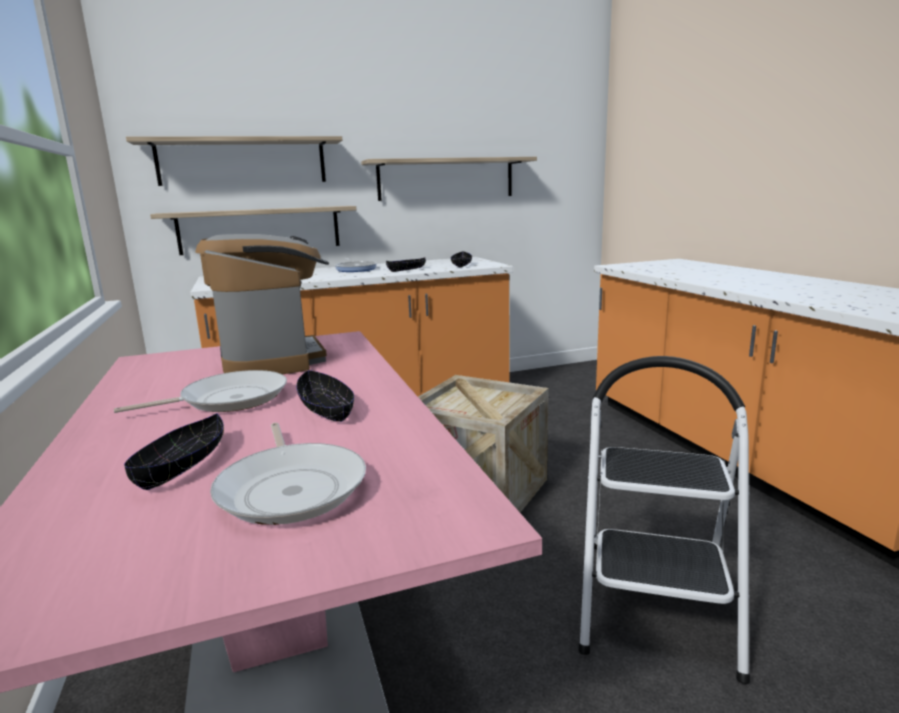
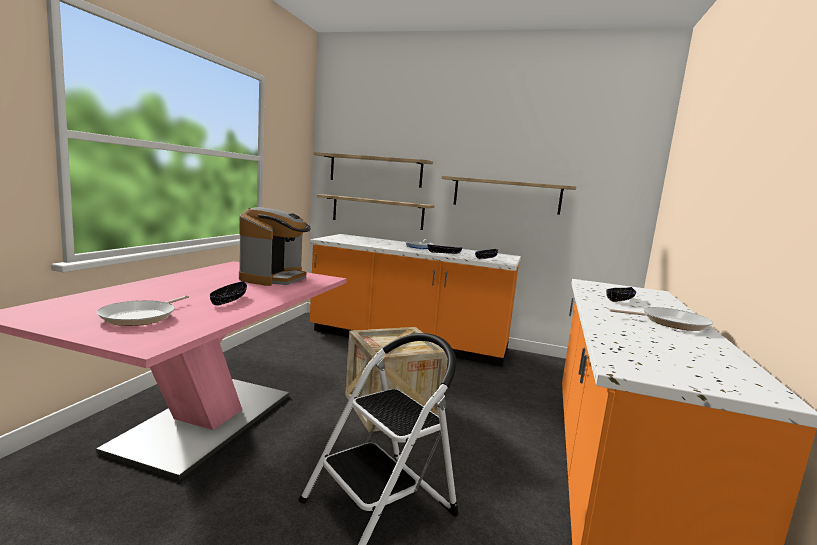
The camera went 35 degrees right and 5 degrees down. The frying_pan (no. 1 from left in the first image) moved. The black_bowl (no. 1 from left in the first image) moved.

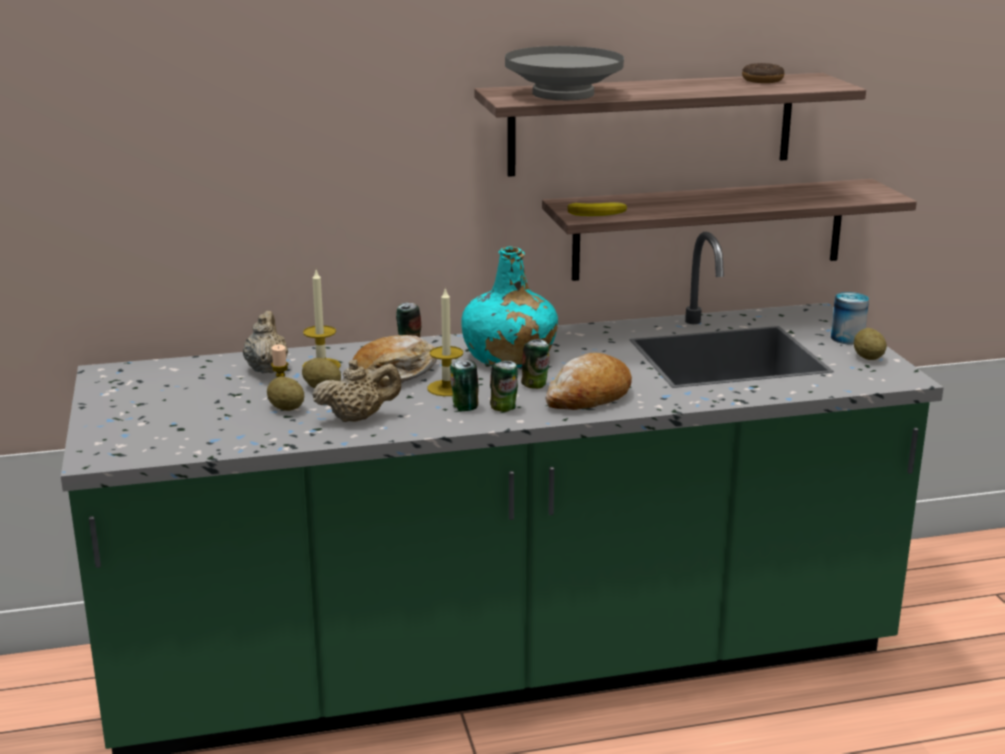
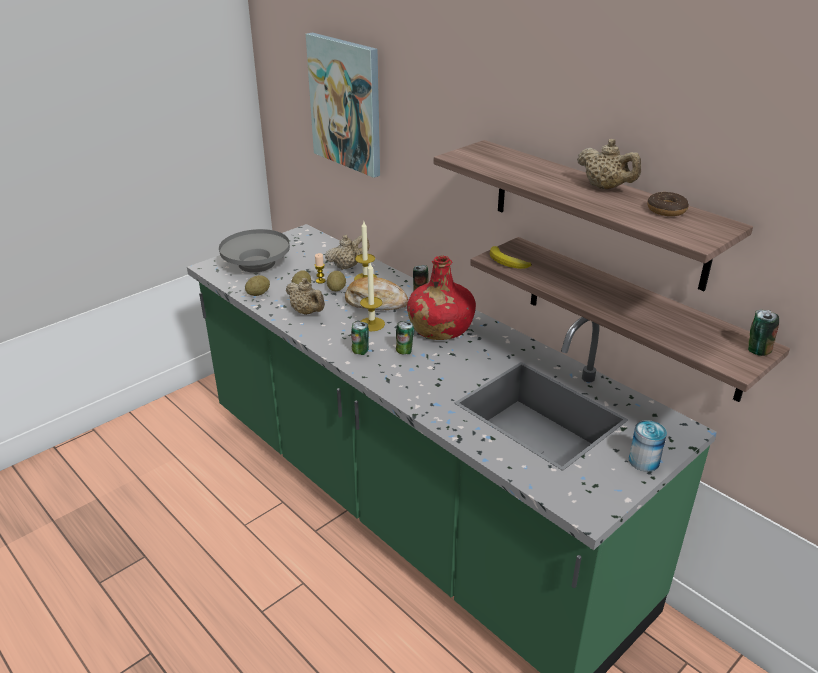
The camera went 60 degrees right and 10 degrees up. The grey_bowl moved. The turquoise_beverage_bottle became the red_beverage_bottle. The spud (no. 3 from left in the first image) moved. The baked_bread (no. 2 from left) disappeared. The can (no. 2 from left in the first image) moved. The wall_picture appeared. The beige_pot_for_tea (no. 3 from left) appeared.

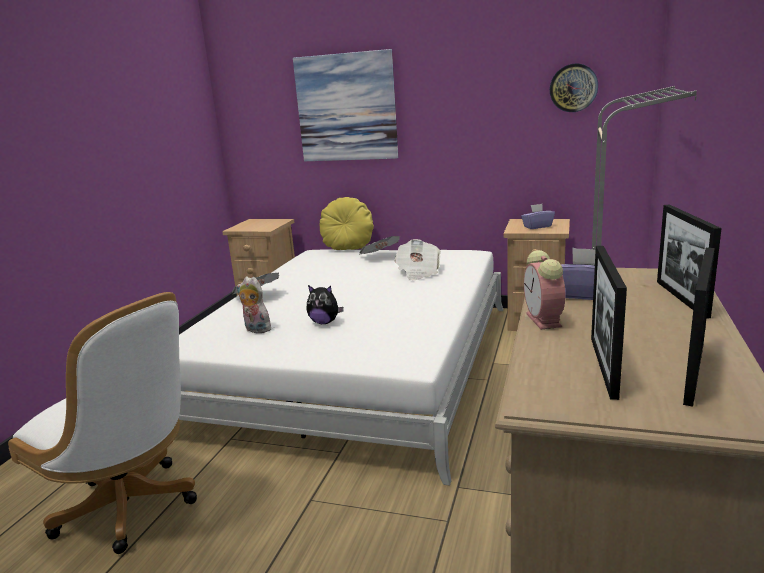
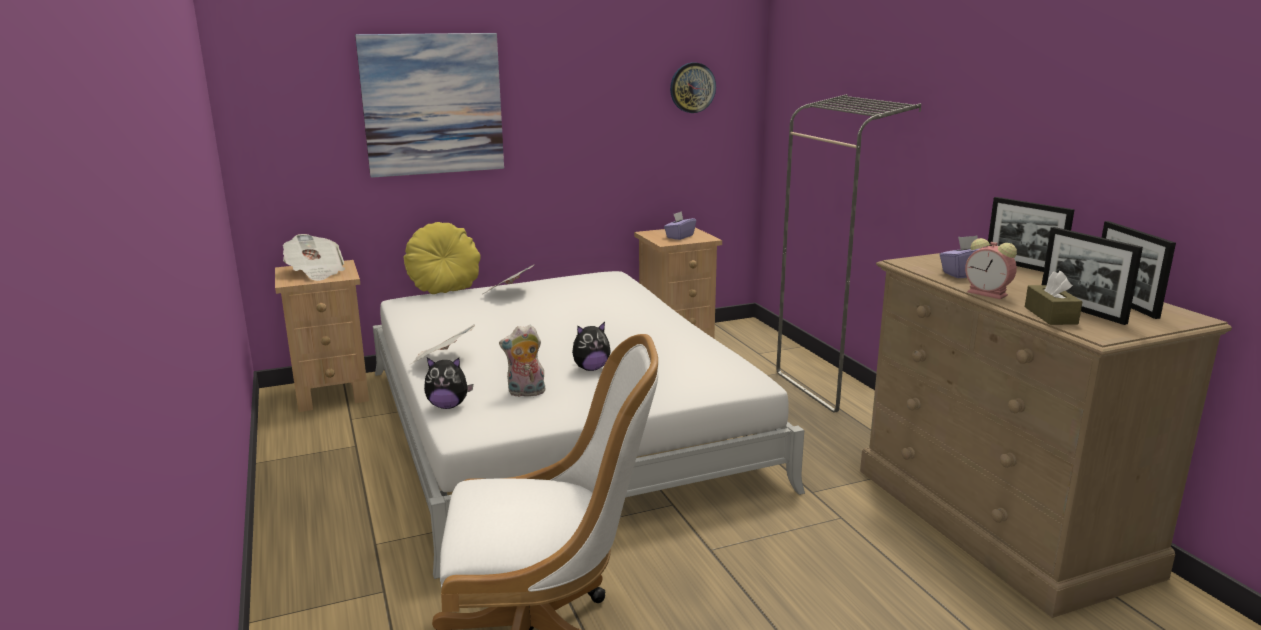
The camera went 40 degrees left and 0 degrees up. The printed_paper (no. 3 from left in the first image) moved. The brownish_box_of_tissues appeared. The cuddly_toy (no. 1 from left) appeared.

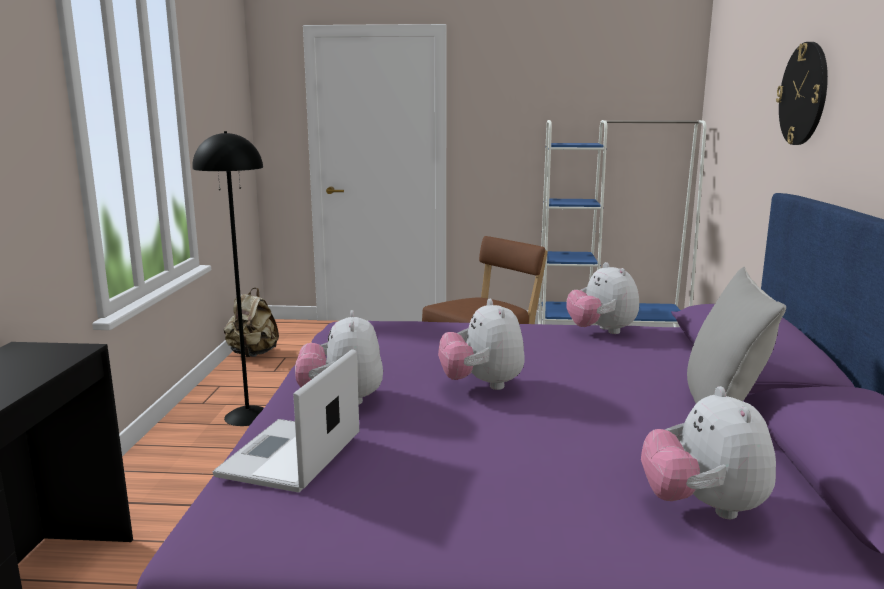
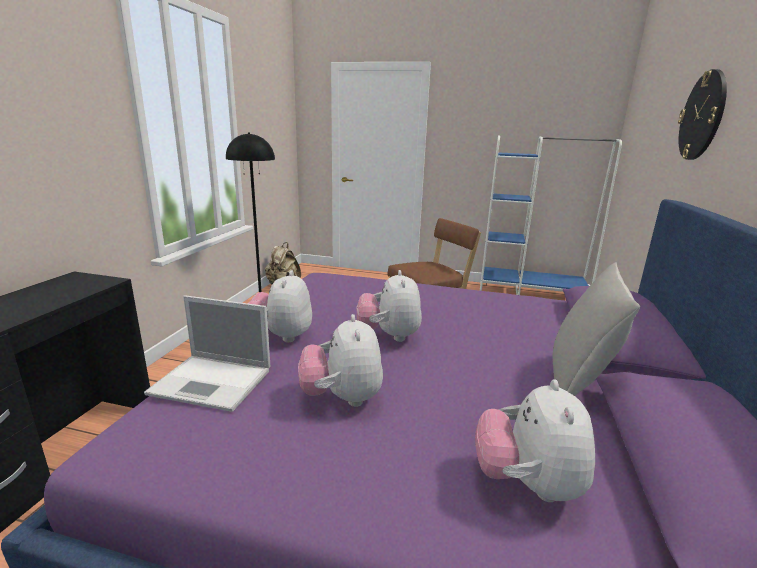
The camera went 10 degrees right and 5 degrees up. The cuddly_toy (no. 3 from left in the first image) moved. The notebook_computer turned 105 degrees counterclockwise.

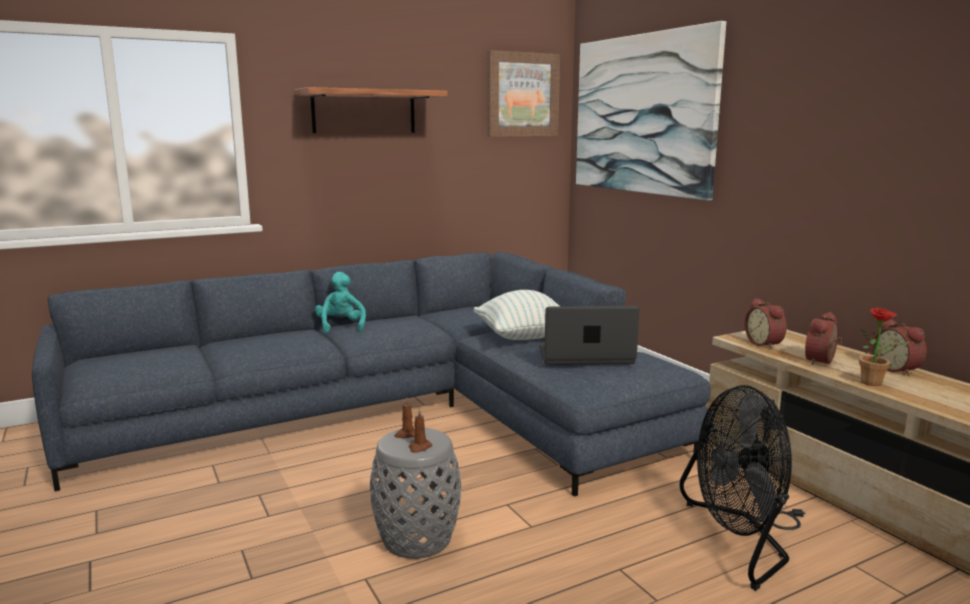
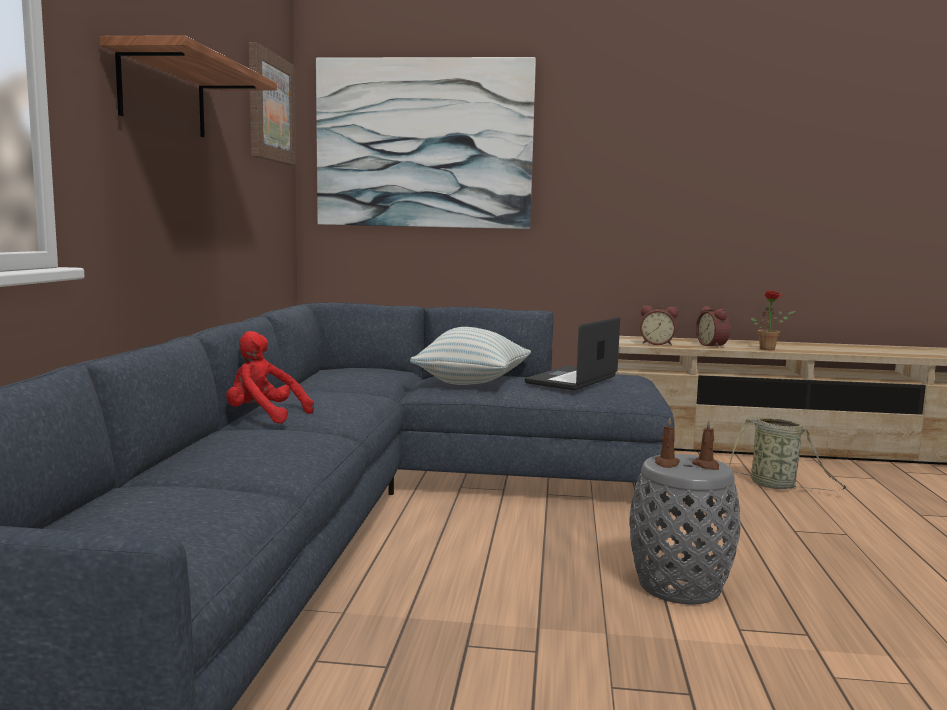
The camera went 55 degrees left and 5 degrees down. The turquoise_cuddly_toy became the red_cuddly_toy. The bedside_clock (no. 3 from left) disappeared. The black_electric_fan was replaced by the storage_basket.

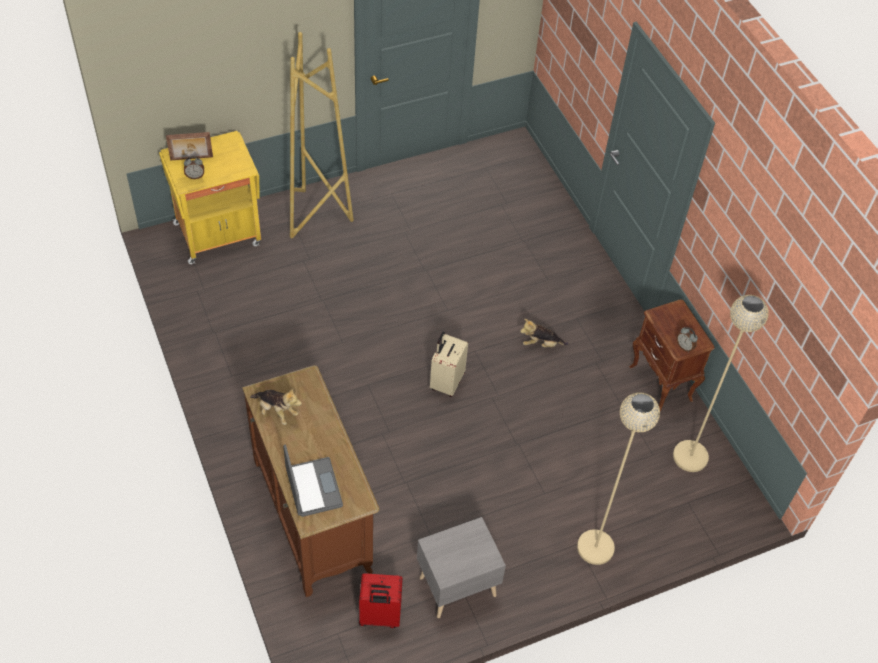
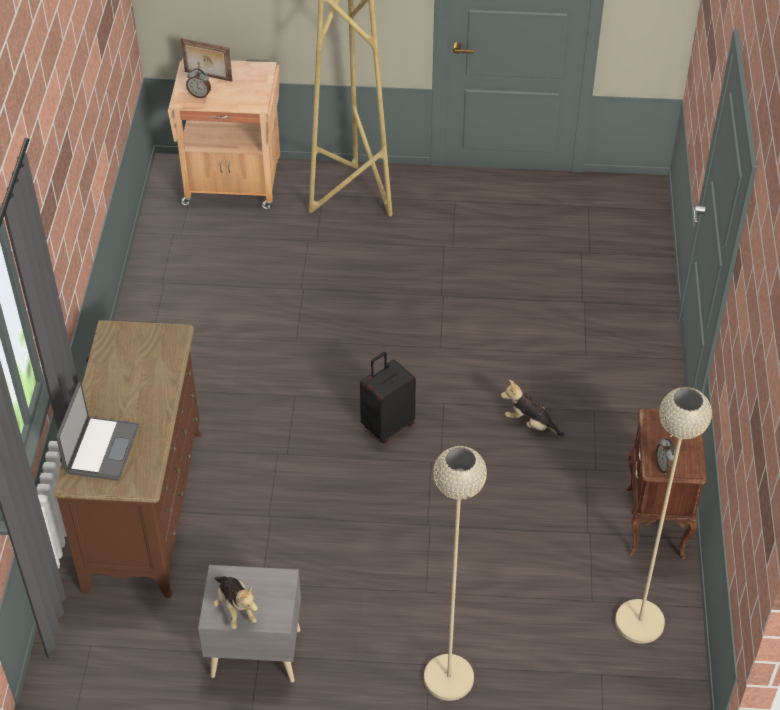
The camera went 30 degrees right and 5 degrees down. The yellowish_wheeled_cart became the brownish_wheeled_cart. The beige_travel_case became the black_travel_case. The cuddly_toy (no. 1 from left) moved. The red_travel_case disappeared.

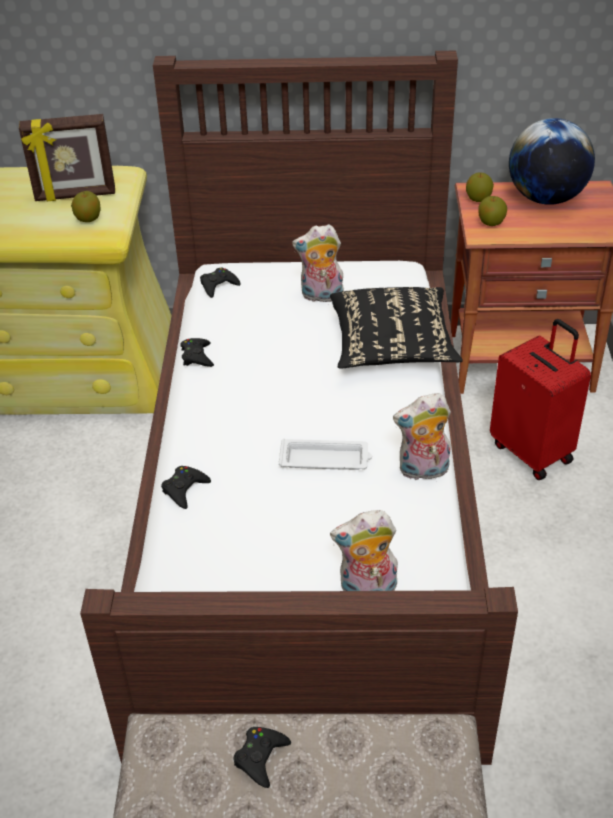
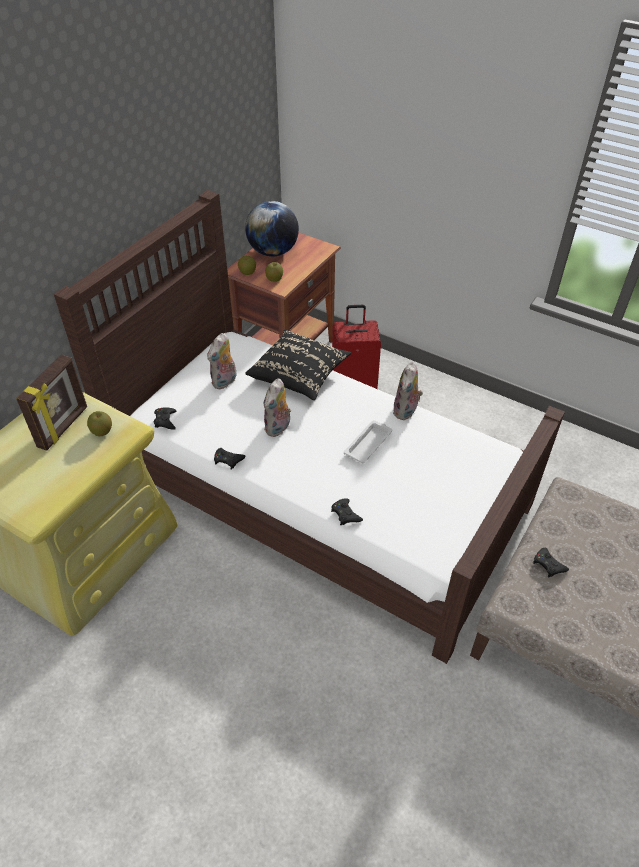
The camera went 60 degrees left and 5 degrees up. The cuddly_toy (no. 2 from left) moved.

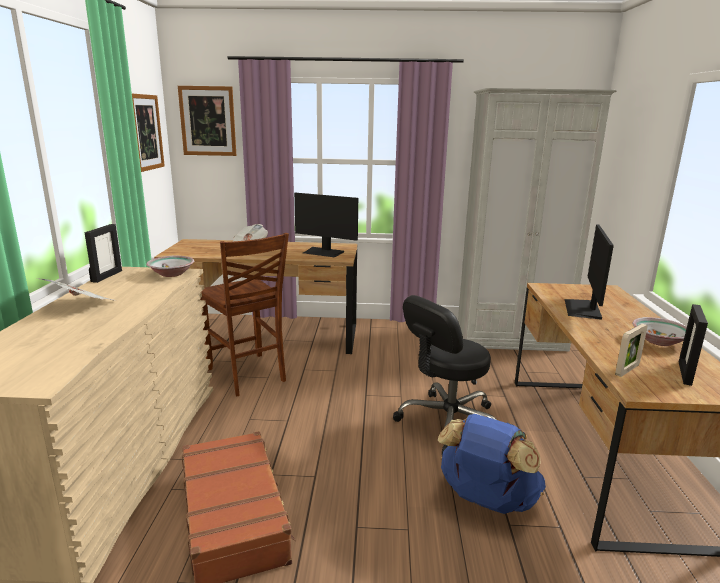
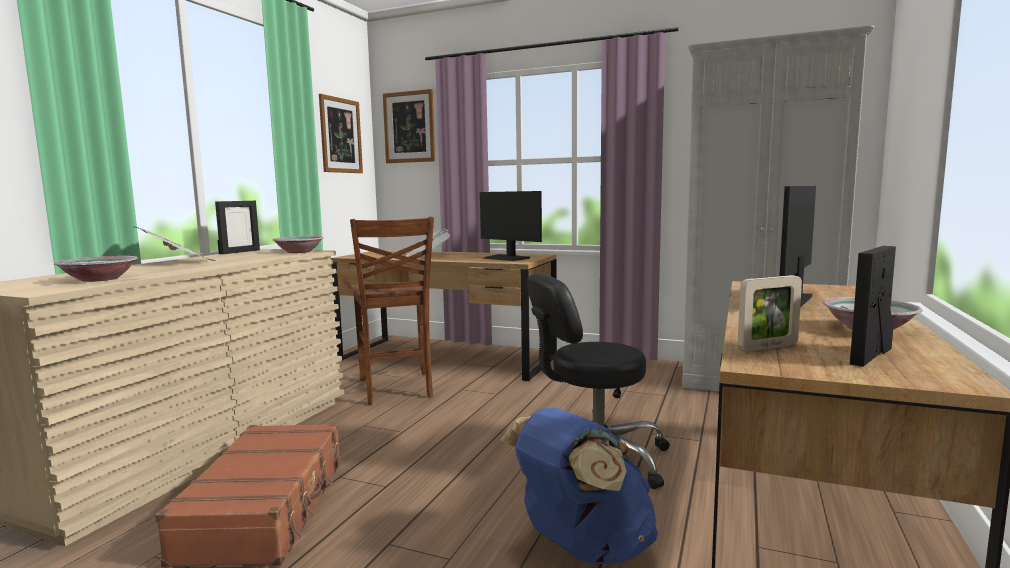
The camera went 20 degrees right and 10 degrees down. The bowl (no. 1 from left) appeared.

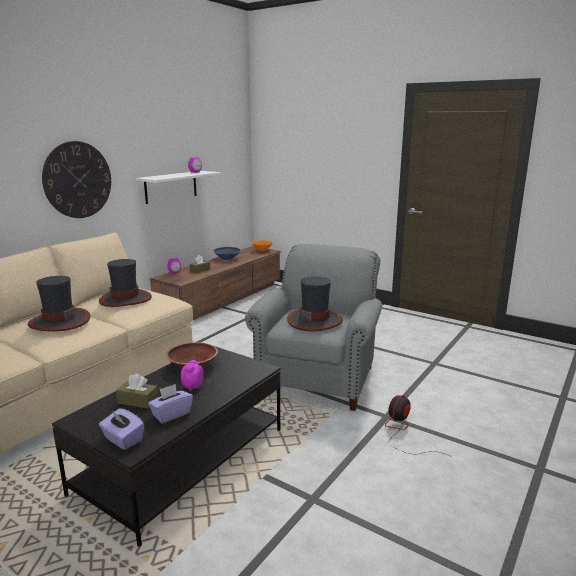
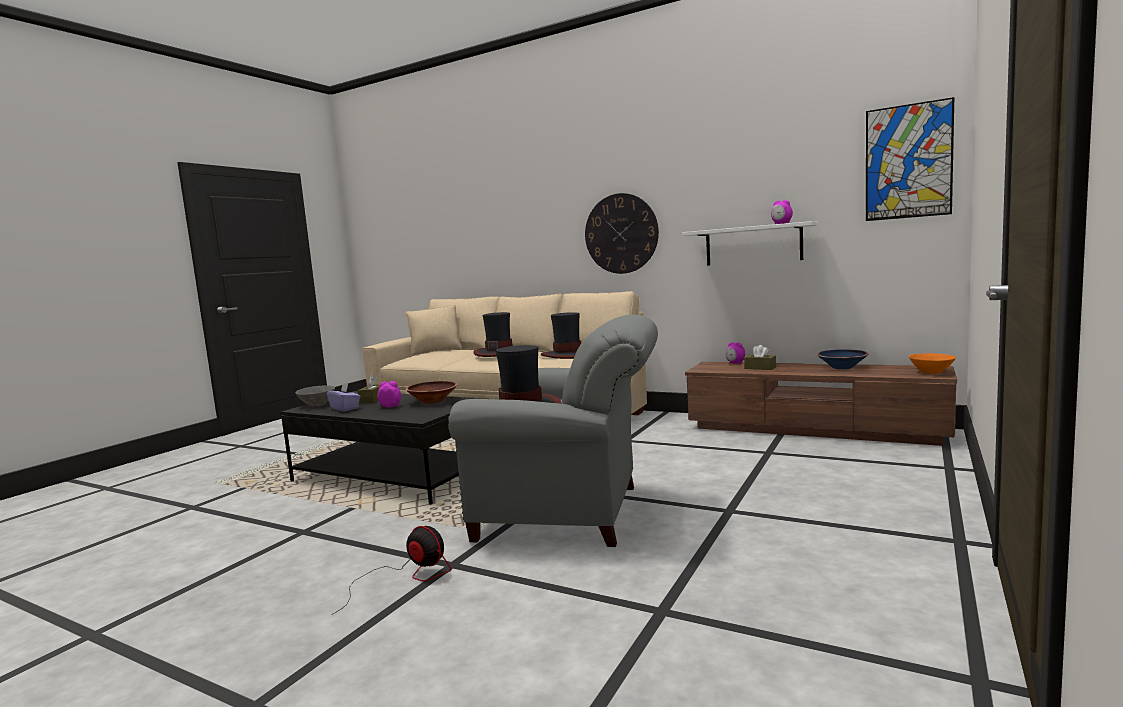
The camera went 85 degrees right and 10 degrees down. The purple-coloured_box_of_tissues (no. 1 from left) was replaced by the grey_bowl. The wall_picture appeared.

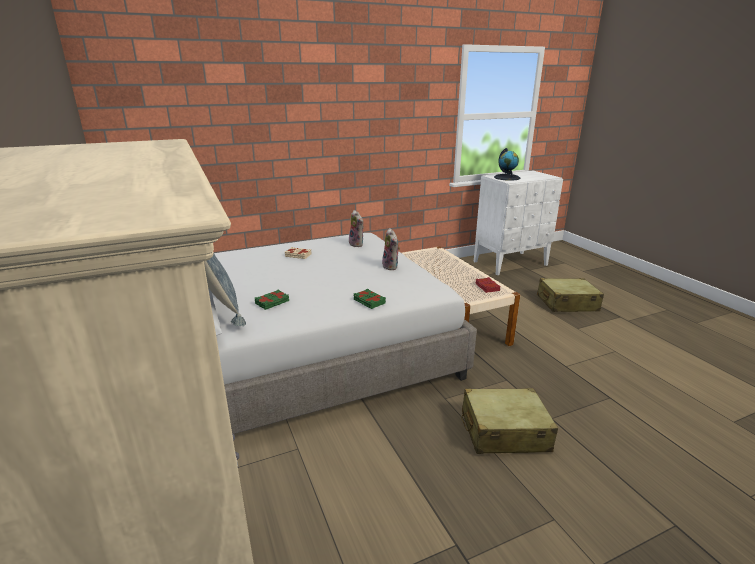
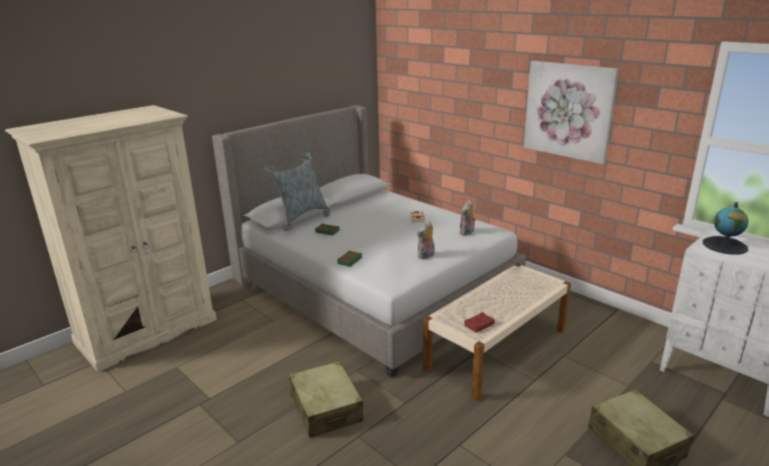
The camera went 70 degrees right and 0 degrees up. The wall_picture appeared.

